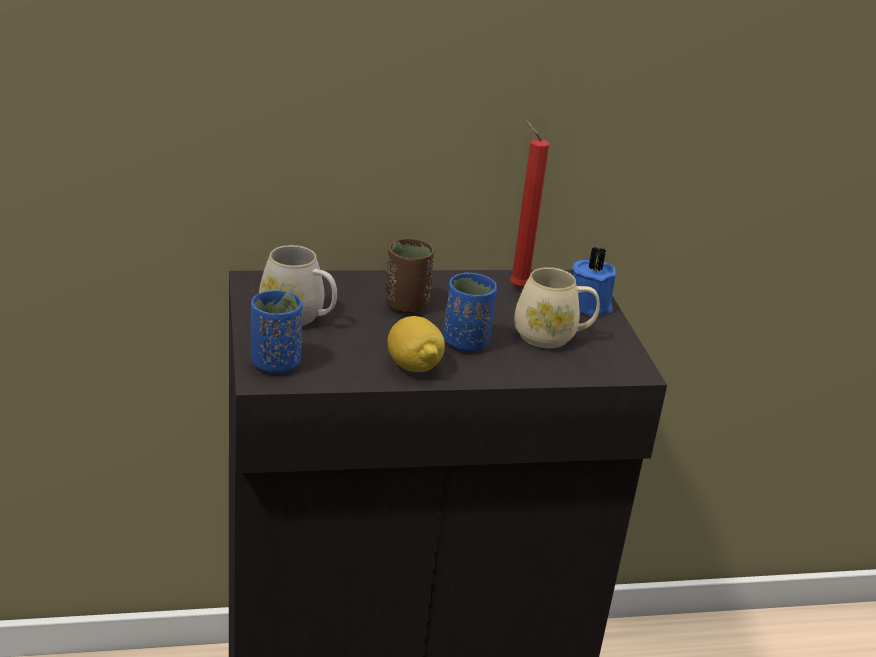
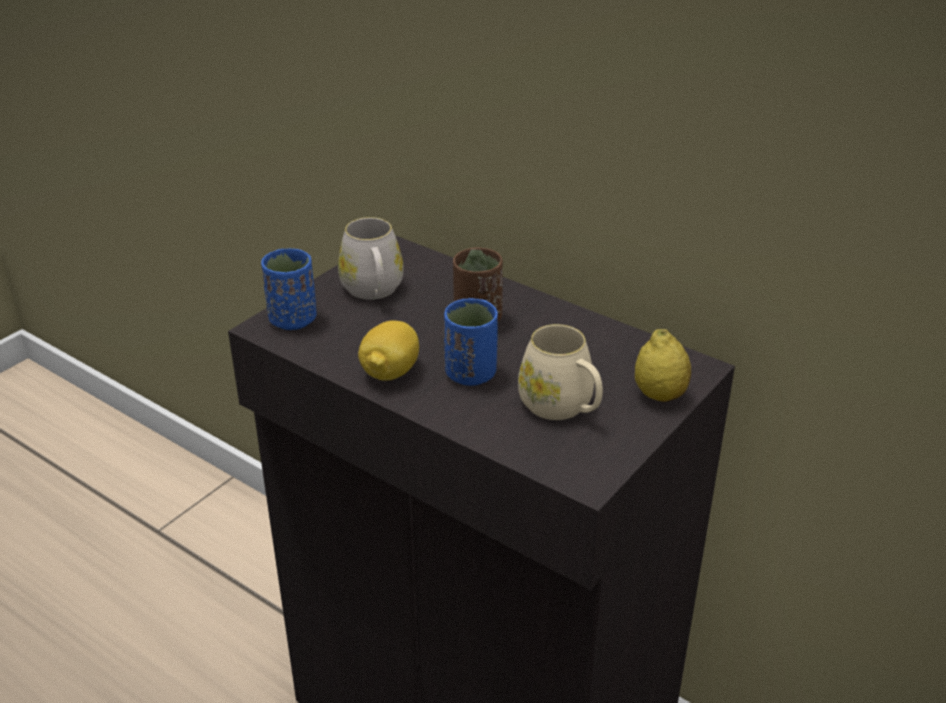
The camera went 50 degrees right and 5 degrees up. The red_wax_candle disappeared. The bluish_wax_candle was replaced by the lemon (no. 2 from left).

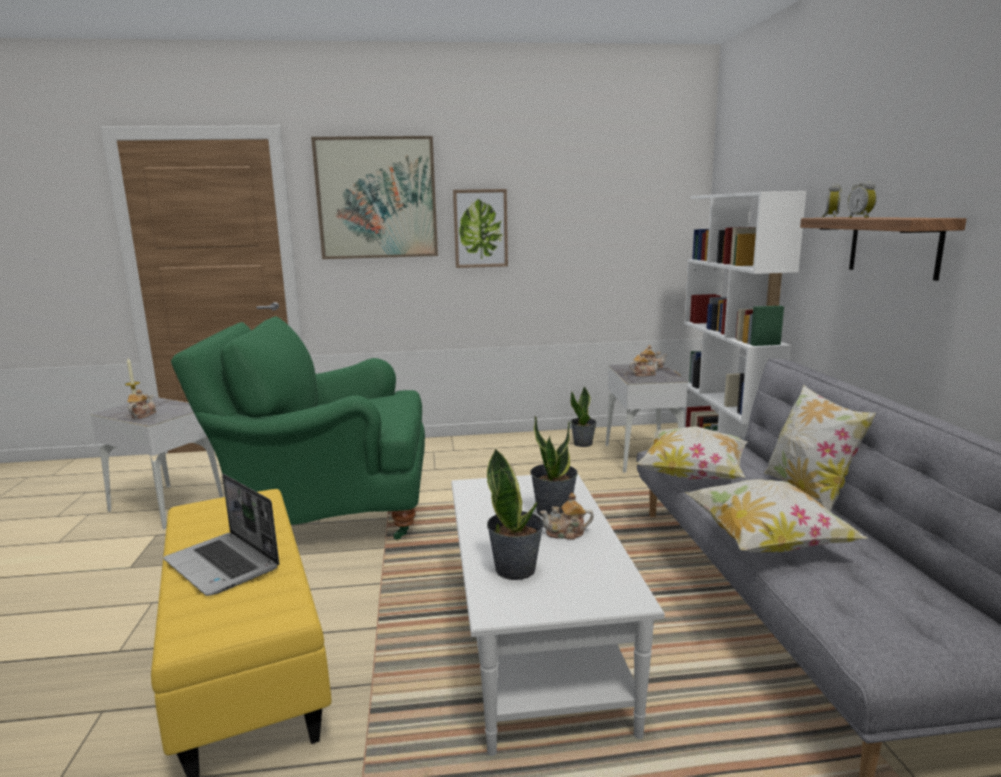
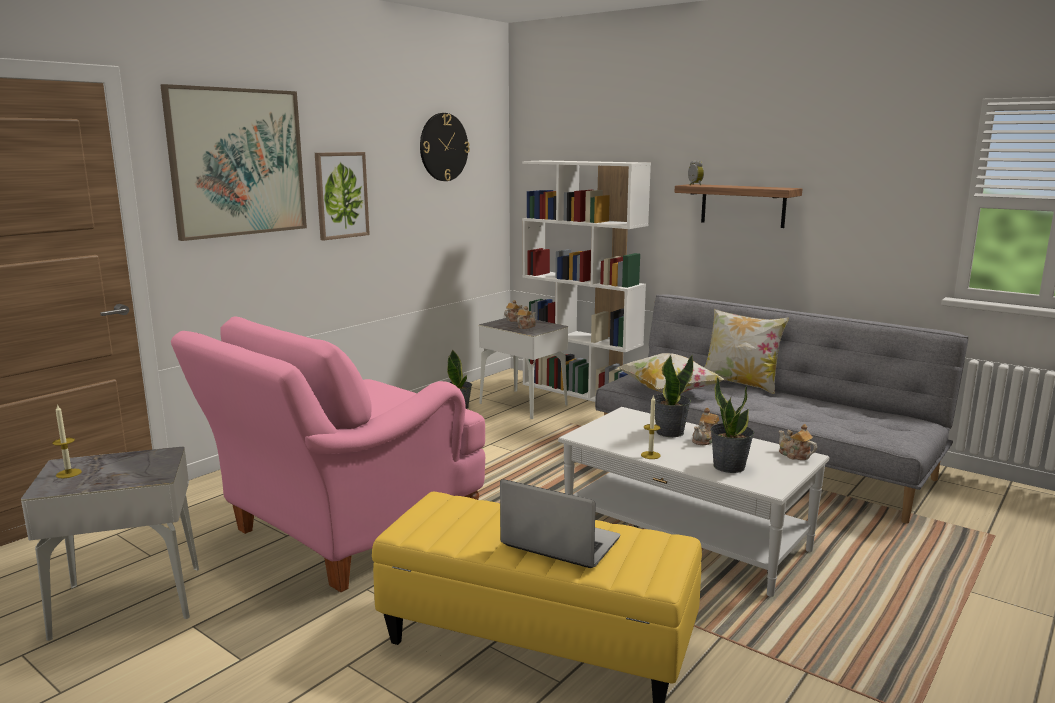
The camera went 45 degrees left and 0 degrees up. The bedside_clock (no. 2 from left) disappeared. The green-coloured_armchair became the pink-coloured_armchair. The pot_for_tea (no. 1 from left in the first image) moved. The notebook_computer turned 150 degrees counterclockwise. The throw_pillow (no. 2 from left) disappeared. The hanging_clock appeared. The wax_candle (no. 2 from left) appeared.

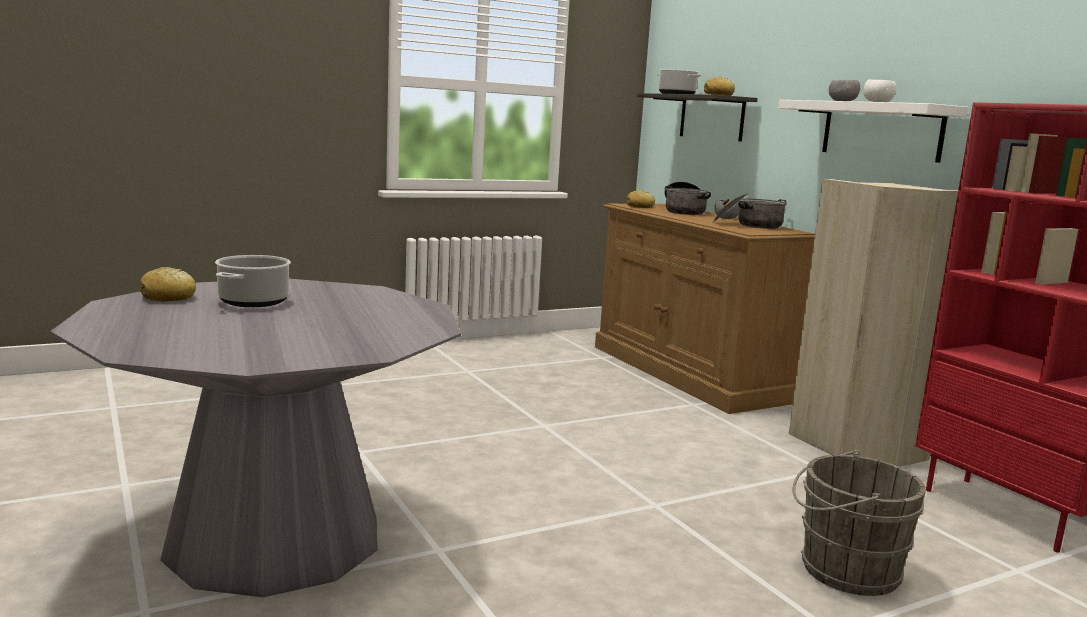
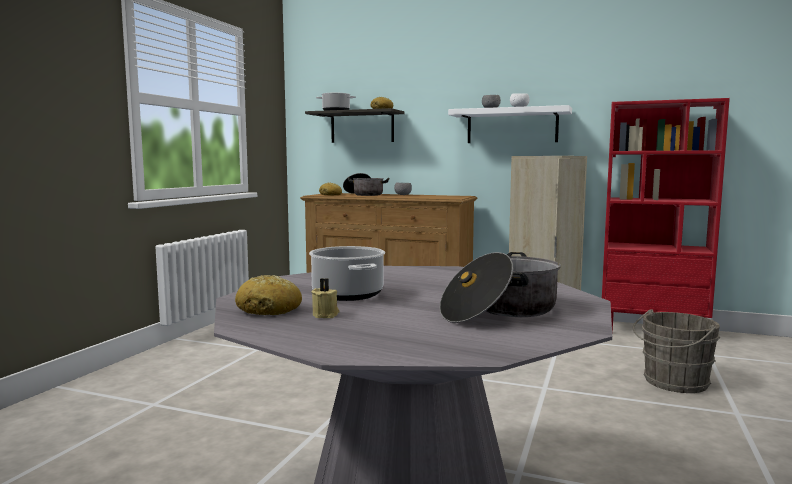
The camera went 40 degrees left and 5 degrees down. The cooking_pot (no. 4 from left) moved. The beige_wax_candle appeared.

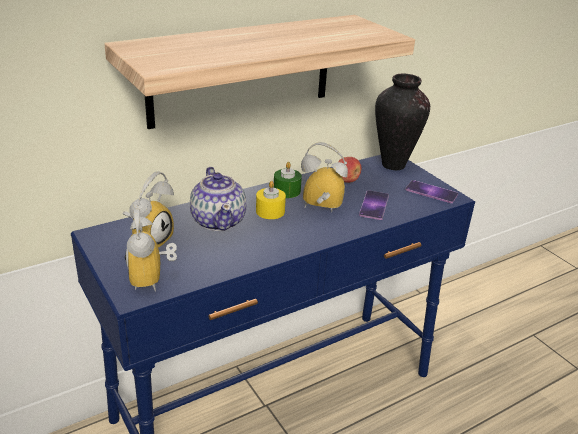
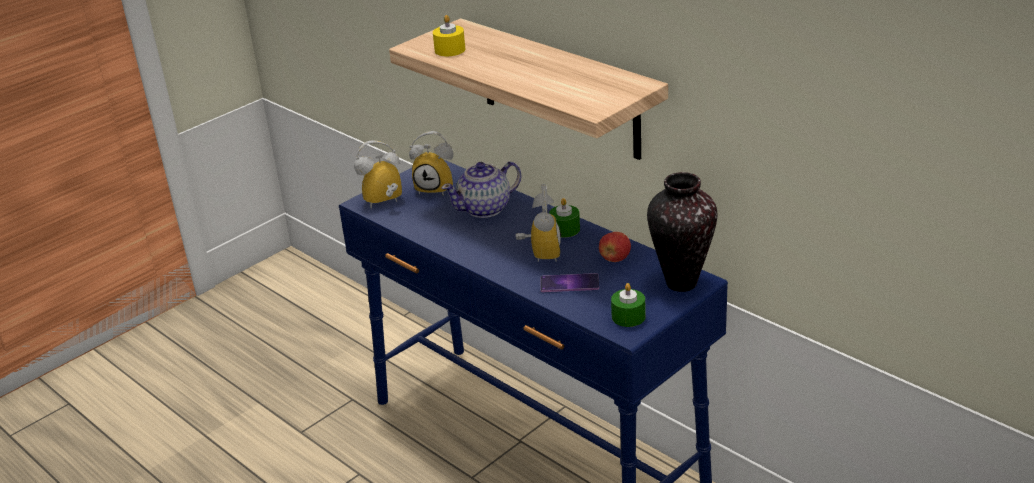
The camera went 80 degrees right and 0 degrees up. The phone (no. 2 from left) was replaced by the green-coloured_wax_candle (no. 2 from left). The yellowish_wax_candle moved.

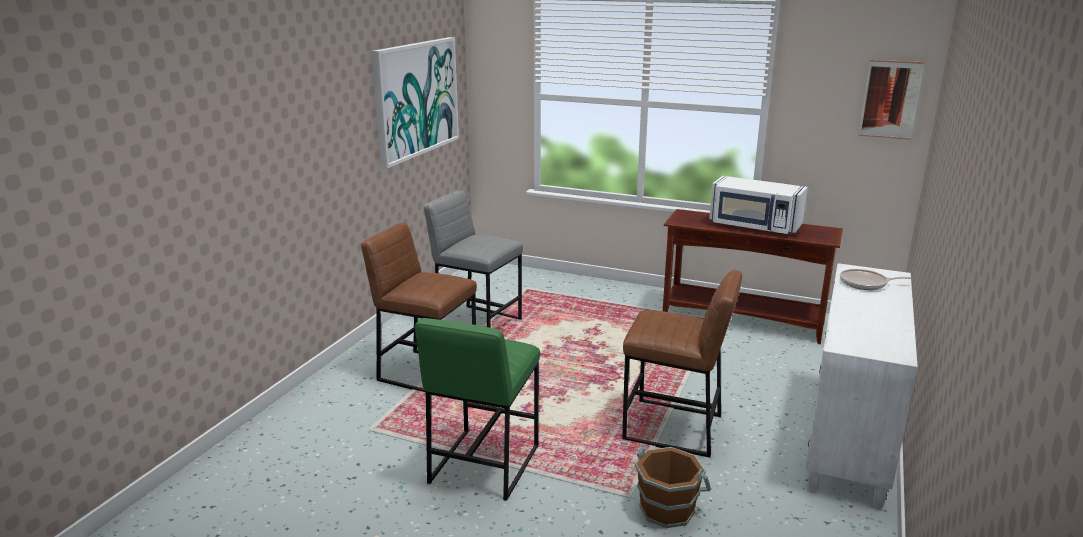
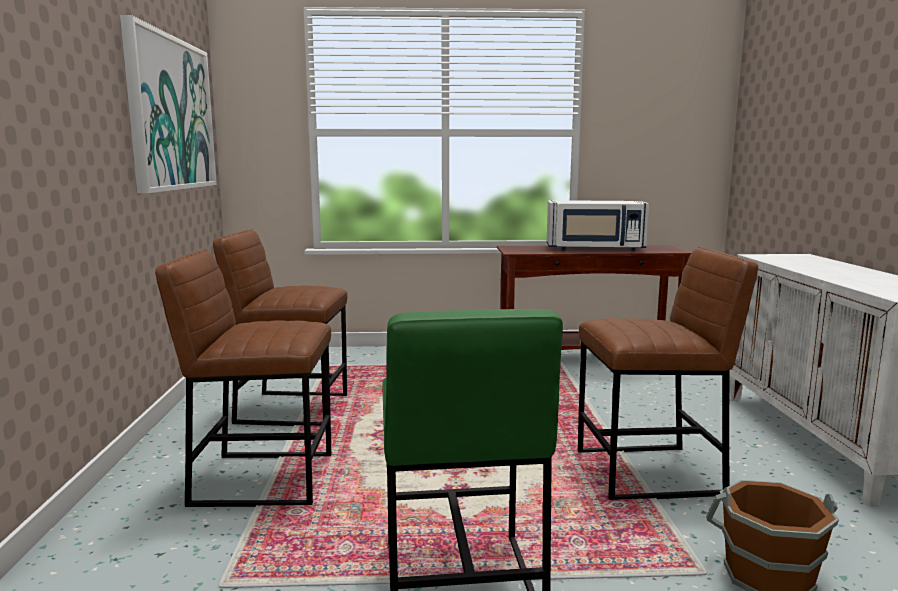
The camera went 25 degrees left and 10 degrees down. The wall_picture (no. 2 from left) disappeared. The grey_chair became the brownish_chair (no. 2 from left). The frying_pan disappeared.

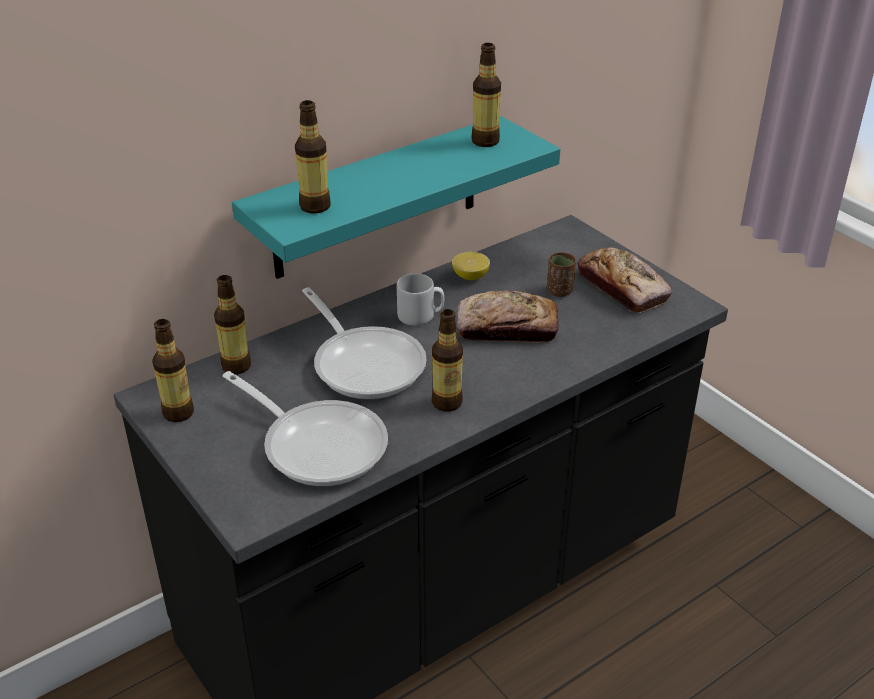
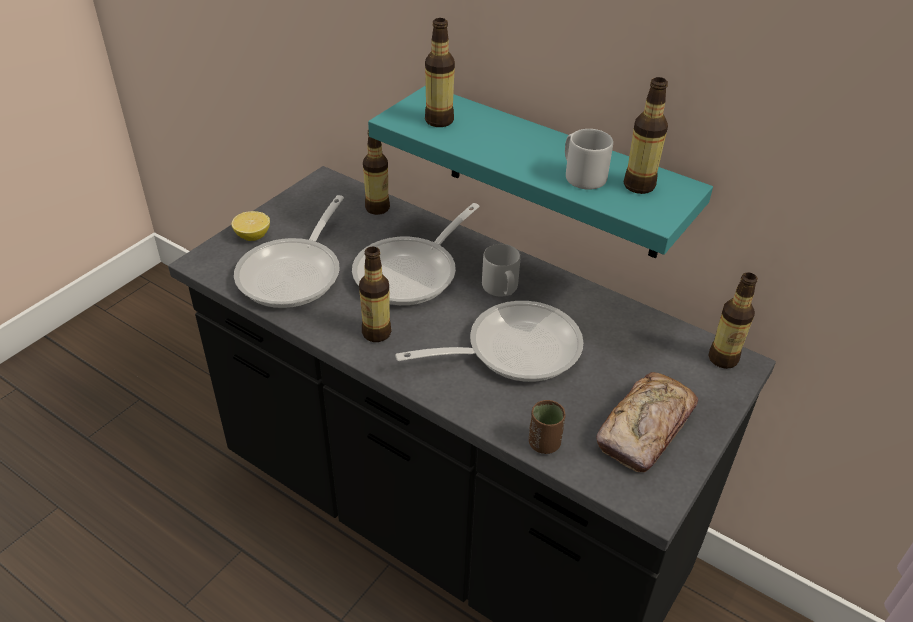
The camera went 70 degrees right and 5 degrees up. The lemon moved. The brownish_drinking_cup moved. The baked_bread (no. 1 from left) was replaced by the frying_pan (no. 3 from left). The beverage_bottle (no. 1 from left in the first image) moved. The grey_mug (no. 2 from left) appeared.

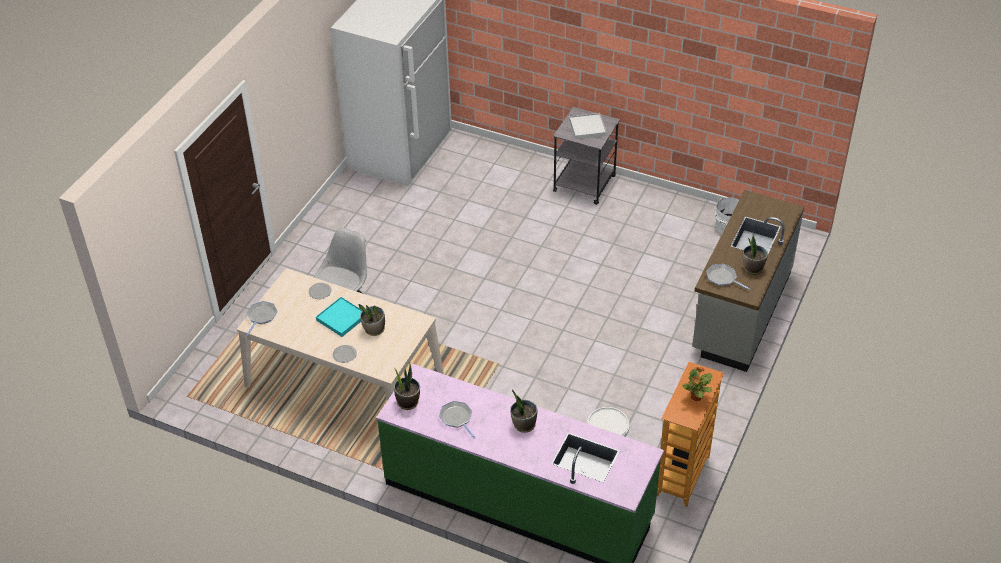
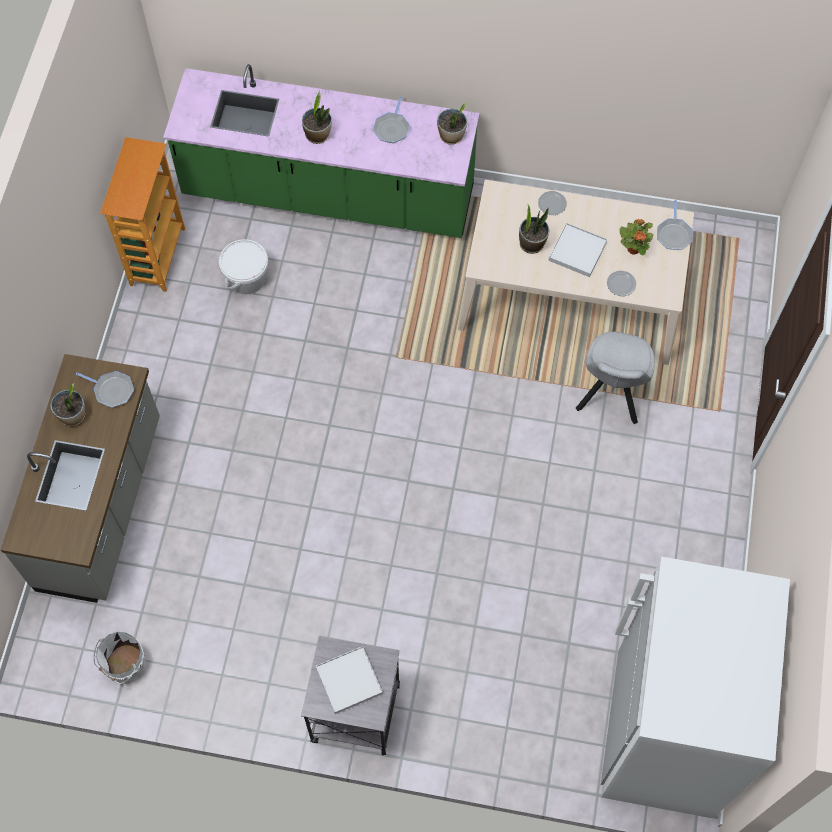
The camera went 165 degrees right and 20 degrees up. The turquoise_serving_tray became the whitish_serving_tray (no. 2 from left). The houseplant (no. 4 from left in the first image) moved. The frying_pan (no. 2 from left) turned 60 degrees clockwise.

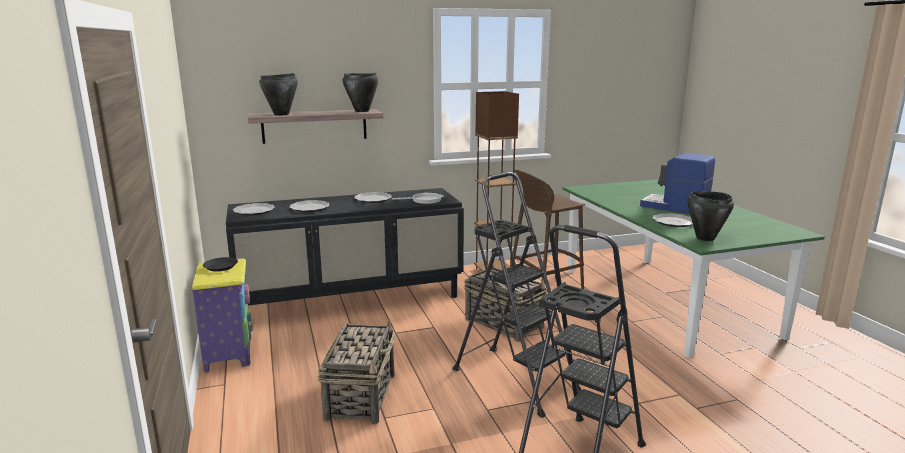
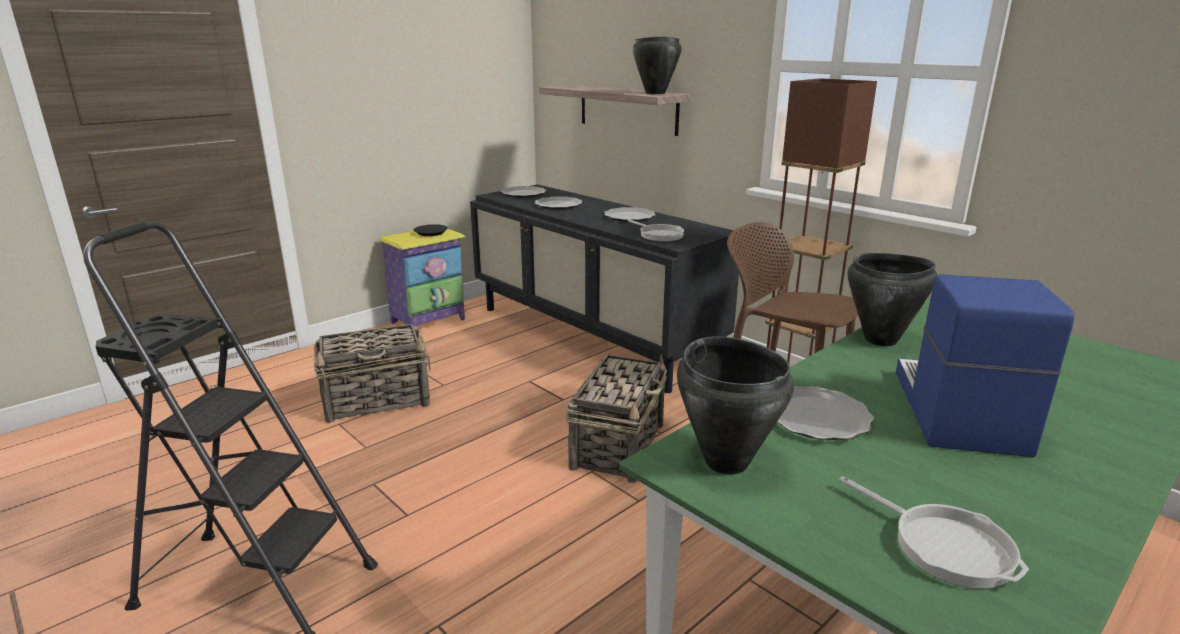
The camera went 65 degrees right and 5 degrees up. The black_cooking_pot (no. 1 from left in the first image) moved. The step_ladder (no. 1 from left) disappeared. The frying_pan (no. 2 from left) appeared.

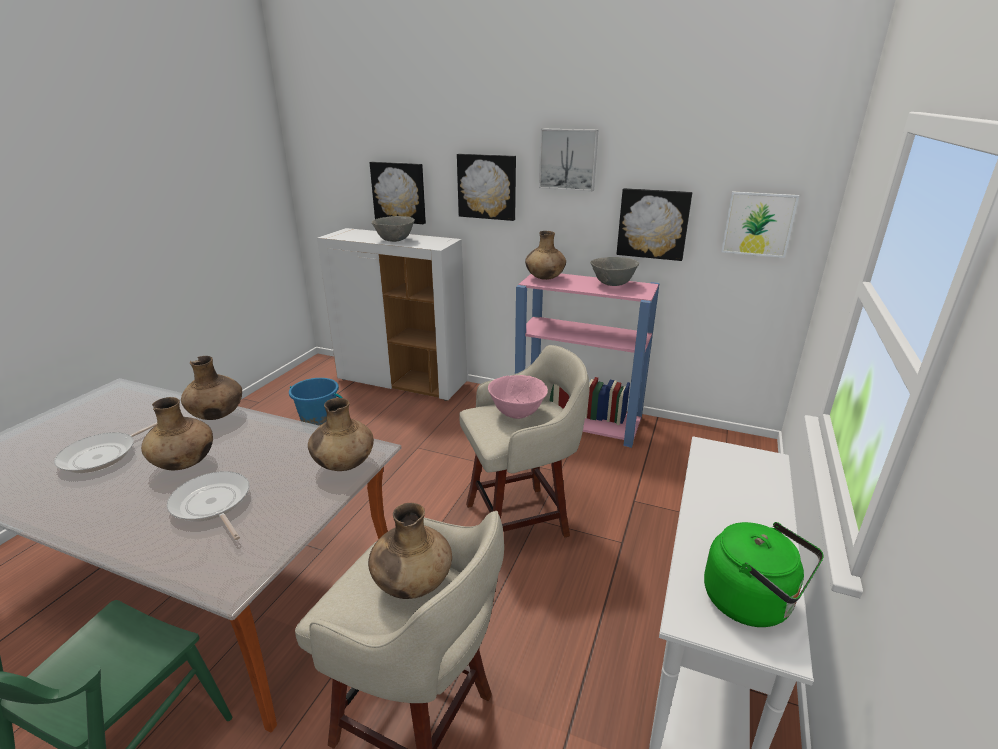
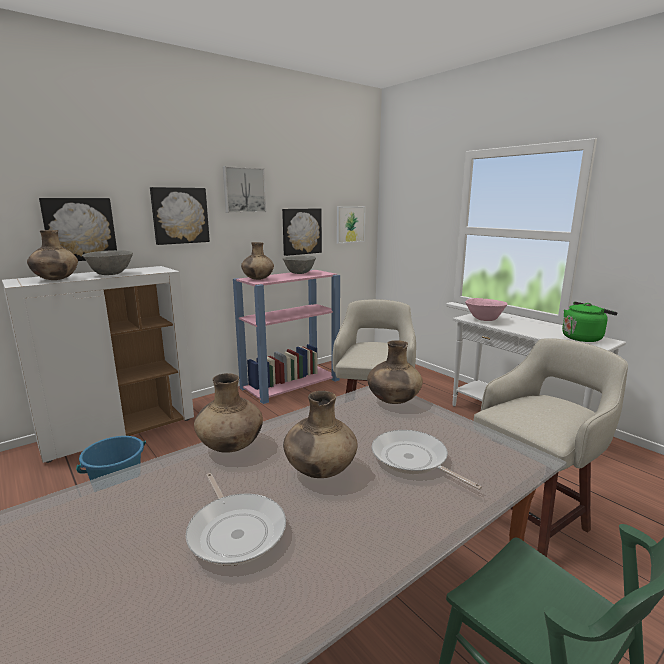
The camera went 60 degrees left and 10 degrees down. The pink-coloured_bowl moved. The frying_pan (no. 2 from left) turned 60 degrees clockwise. The brownish_decorative_vase (no. 4 from left in the first image) moved.

